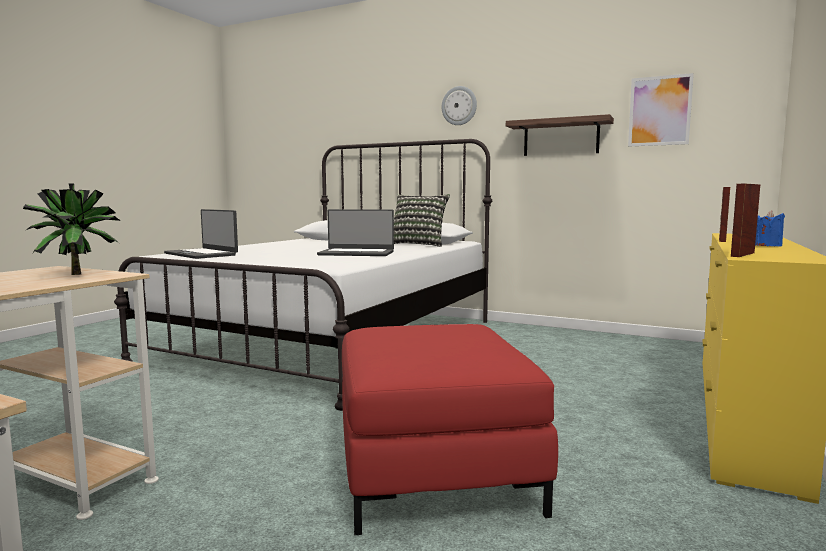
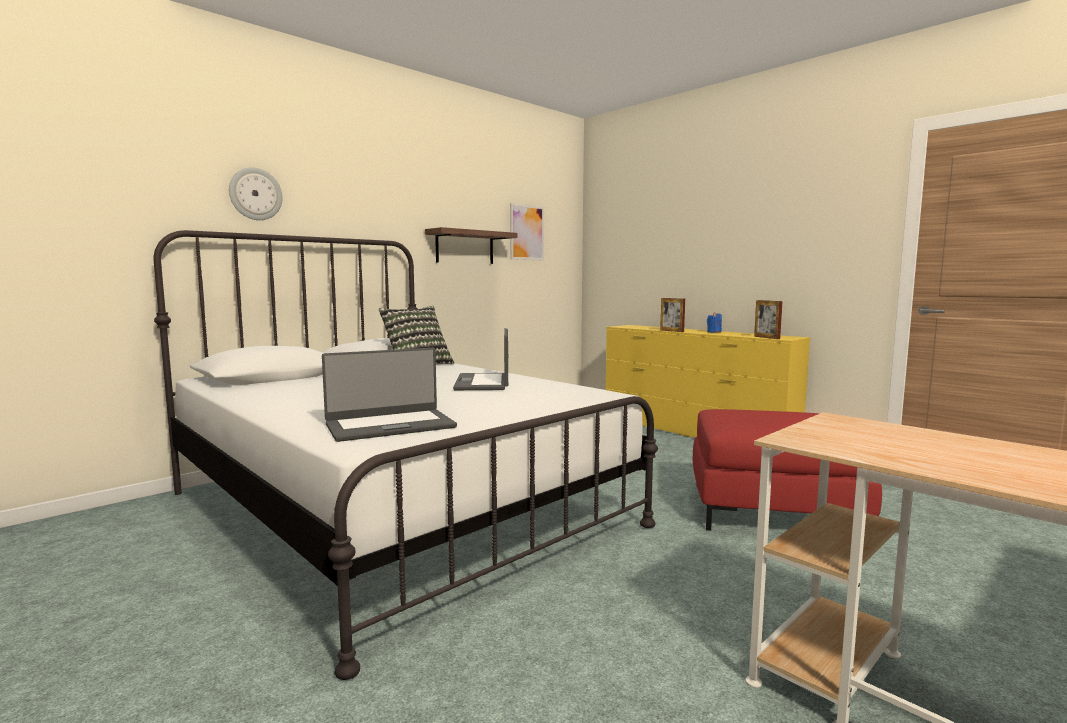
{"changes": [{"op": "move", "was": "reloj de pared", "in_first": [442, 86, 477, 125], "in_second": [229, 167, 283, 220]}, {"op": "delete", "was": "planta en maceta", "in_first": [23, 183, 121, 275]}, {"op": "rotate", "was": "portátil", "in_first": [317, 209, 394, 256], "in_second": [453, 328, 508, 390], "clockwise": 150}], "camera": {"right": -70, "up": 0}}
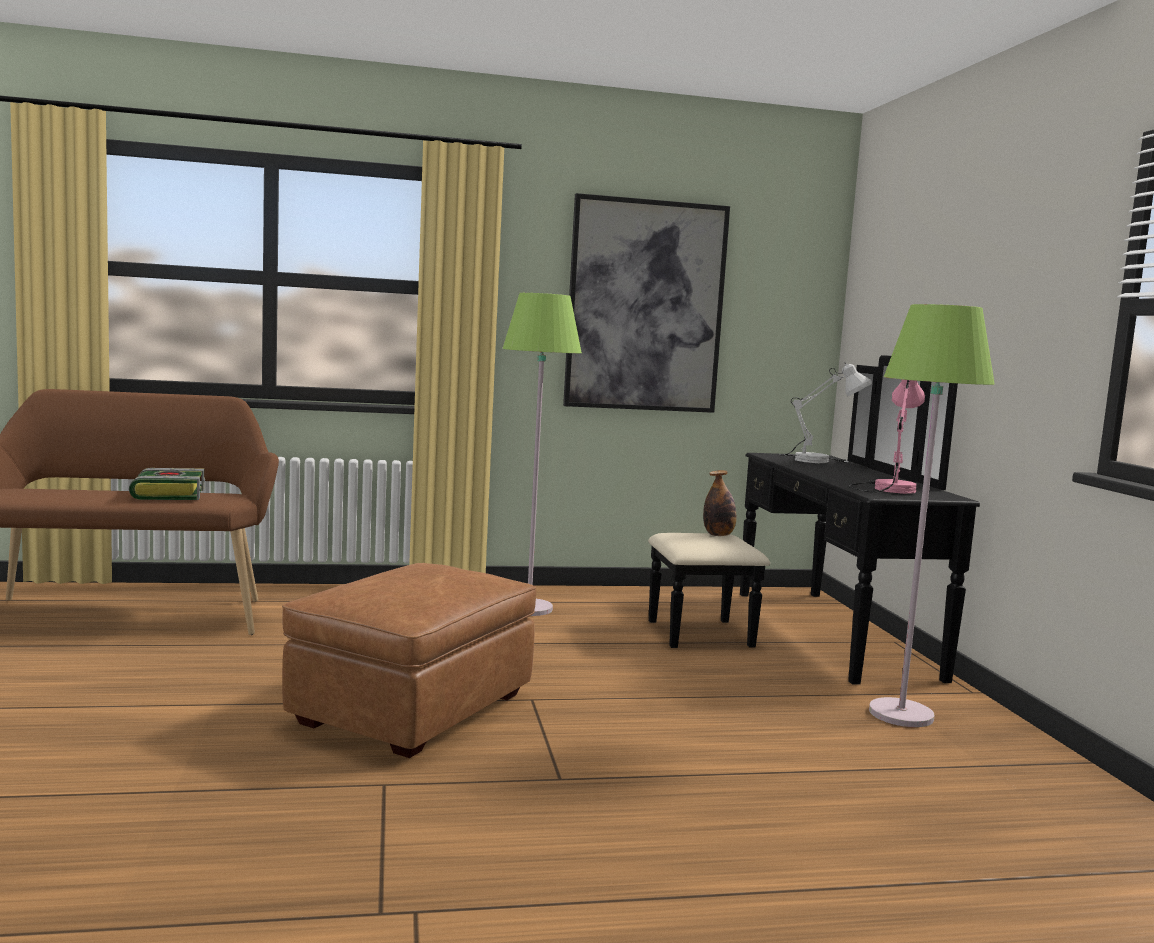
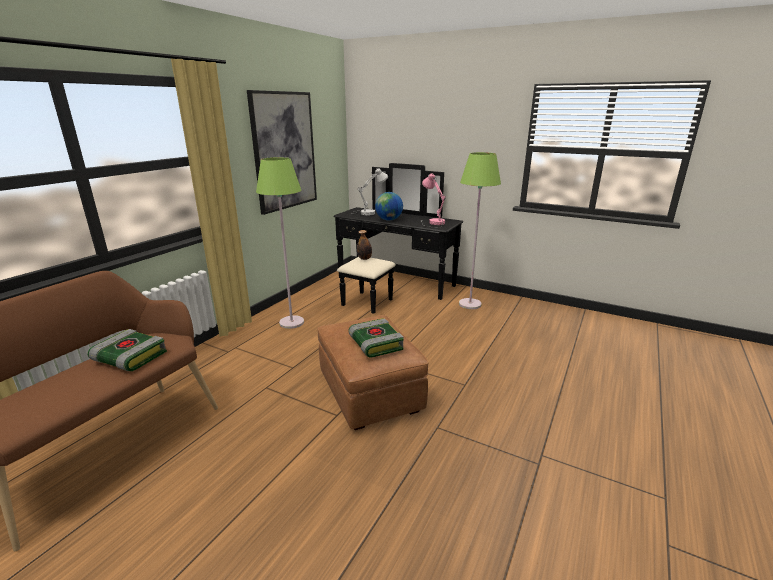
{"changes": [{"op": "insert", "now": "globo terráqueo", "in_second": [375, 192, 403, 221]}, {"op": "insert", "now": "libro", "in_second": [348, 318, 404, 358]}], "camera": {"right": -50, "up": 15}}
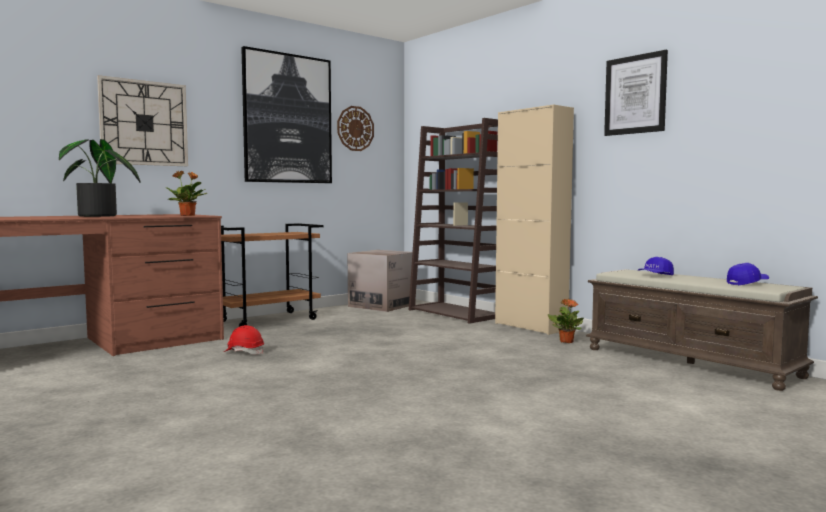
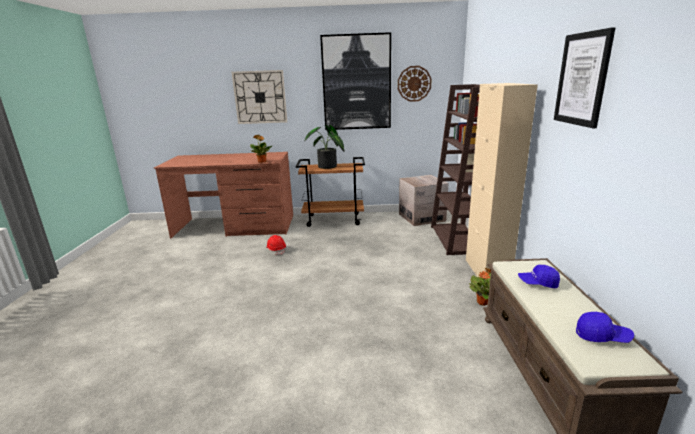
{"changes": [{"op": "move", "was": "planta en maceta", "in_first": [59, 139, 141, 217], "in_second": [305, 125, 344, 169]}], "camera": {"right": 40, "up": 15}}
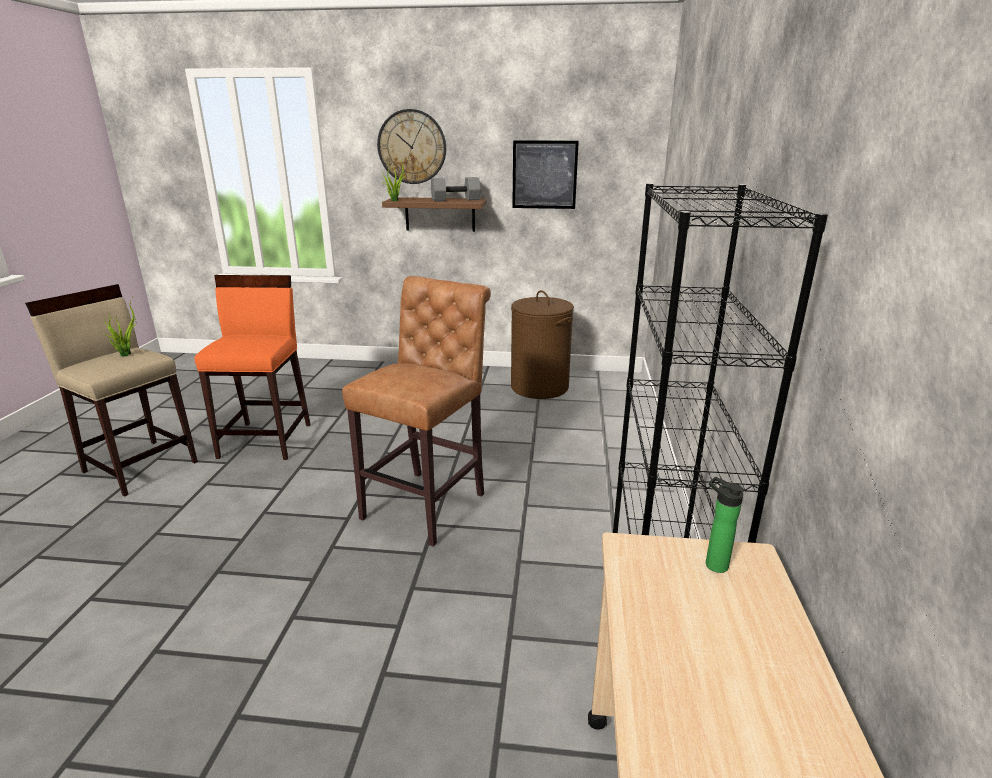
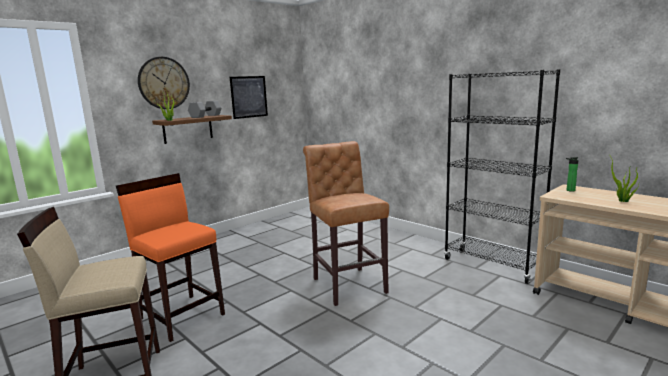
{"changes": [{"op": "delete", "was": "cesto de la ropa [marrón]", "in_first": [511, 290, 574, 399]}, {"op": "move", "was": "planta en maceta", "in_first": [104, 298, 136, 357], "in_second": [610, 156, 639, 202]}], "camera": {"right": -50, "up": -10}}
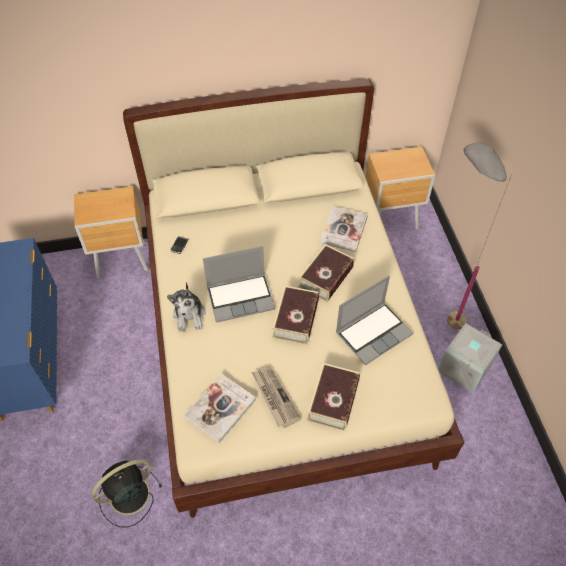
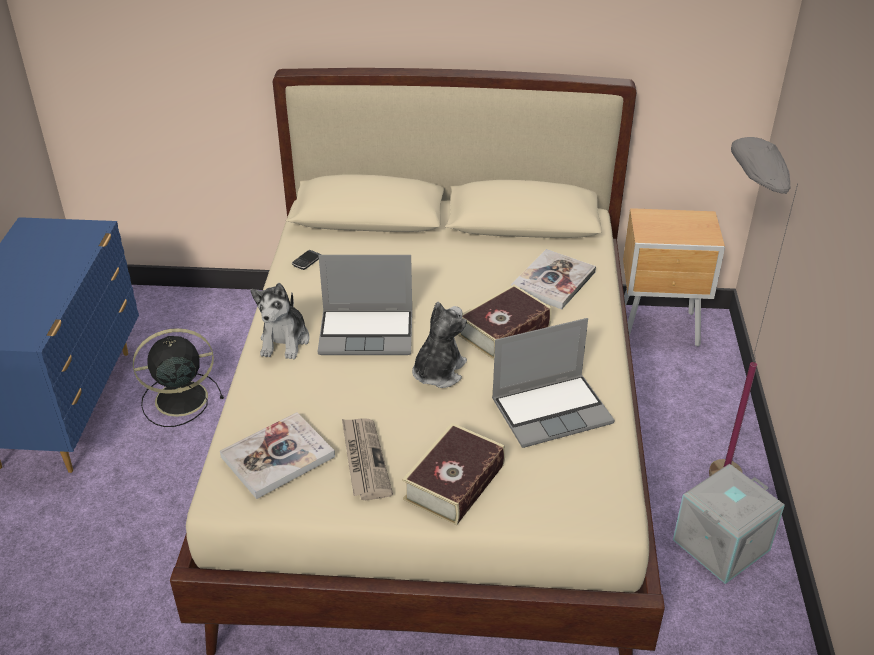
{"changes": [{"op": "delete", "was": "mesita de noche [marrón]", "in_first": [74, 186, 148, 278]}, {"op": "replace", "was": "libro", "now": "peluche", "in_first": [272, 286, 319, 344], "in_second": [412, 302, 467, 388]}, {"op": "move", "was": "ventilador [negro]", "in_first": [92, 459, 162, 528], "in_second": [133, 328, 224, 427]}], "camera": {"right": 15, "up": -15}}
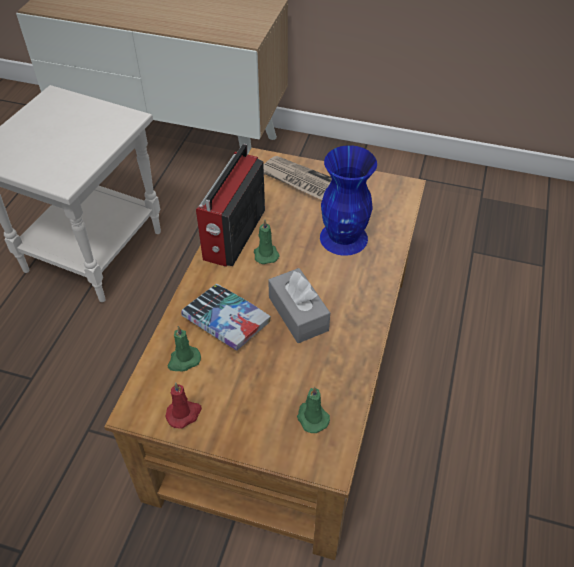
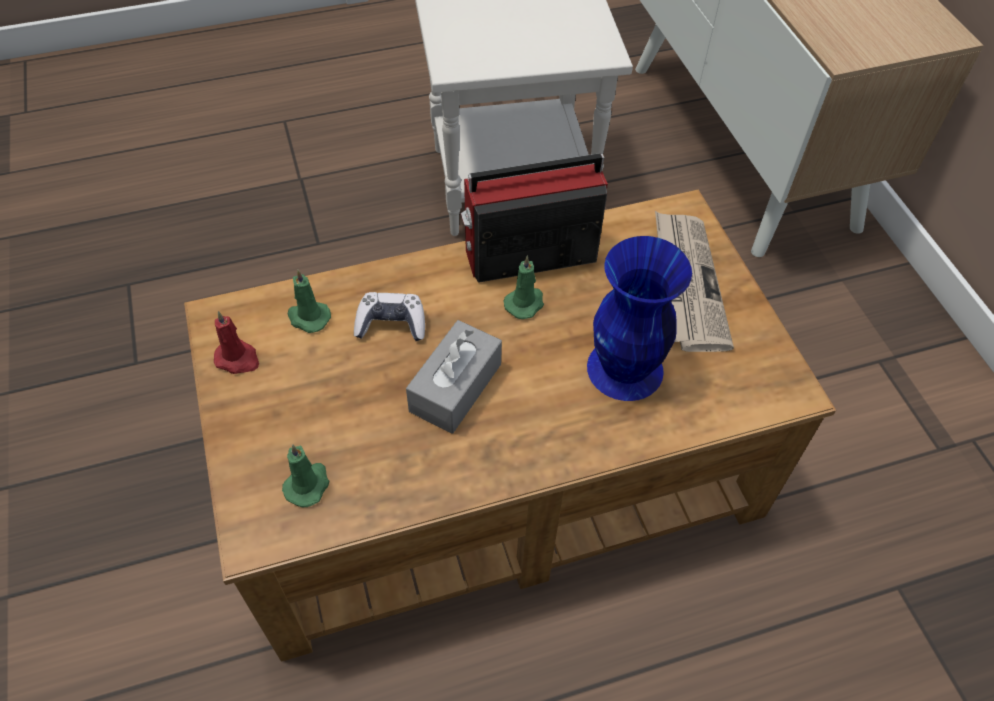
{"changes": [{"op": "replace", "was": "libro", "now": "mando de consola", "in_first": [181, 284, 271, 351], "in_second": [354, 292, 425, 341]}], "camera": {"right": 55, "up": 5}}
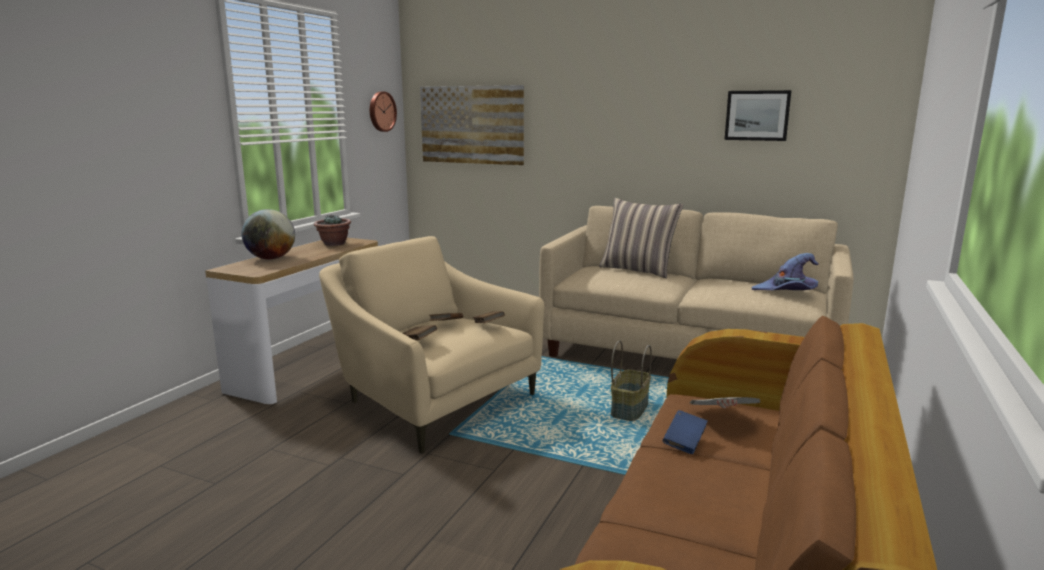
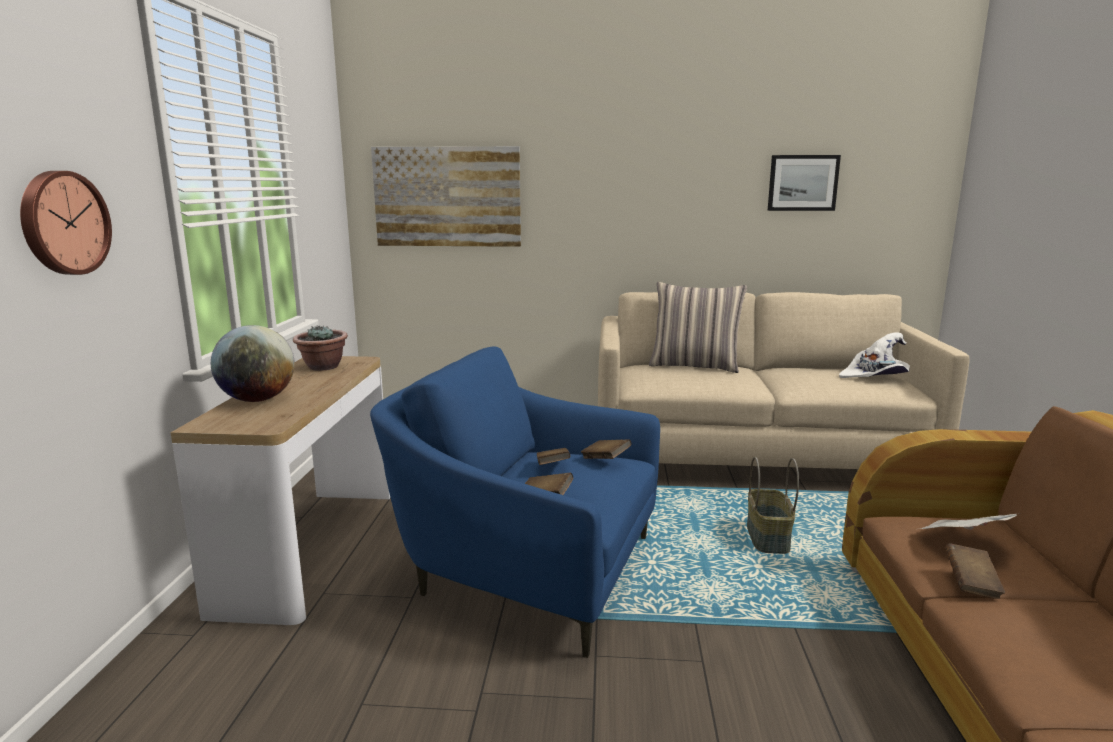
{"changes": [{"op": "move", "was": "reloj de pared", "in_first": [370, 92, 397, 132], "in_second": [20, 171, 112, 275]}, {"op": "recolor", "was": "sillón [beis]", "now": "sillón [azul]", "in_first": [319, 236, 544, 454], "in_second": [370, 346, 660, 658]}, {"op": "recolor", "was": "sombrero [morado]", "now": "sombrero [blanco]", "in_first": [752, 253, 819, 290], "in_second": [839, 332, 910, 378]}, {"op": "recolor", "was": "libro [azul]", "now": "libro [marrón]", "in_first": [663, 410, 708, 454], "in_second": [945, 543, 1005, 599]}], "camera": {"right": -20, "up": 0}}
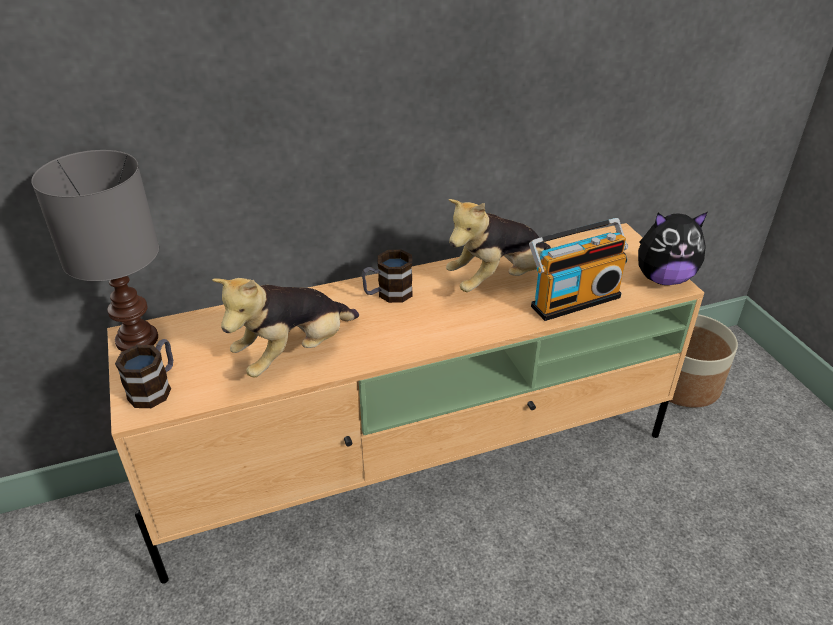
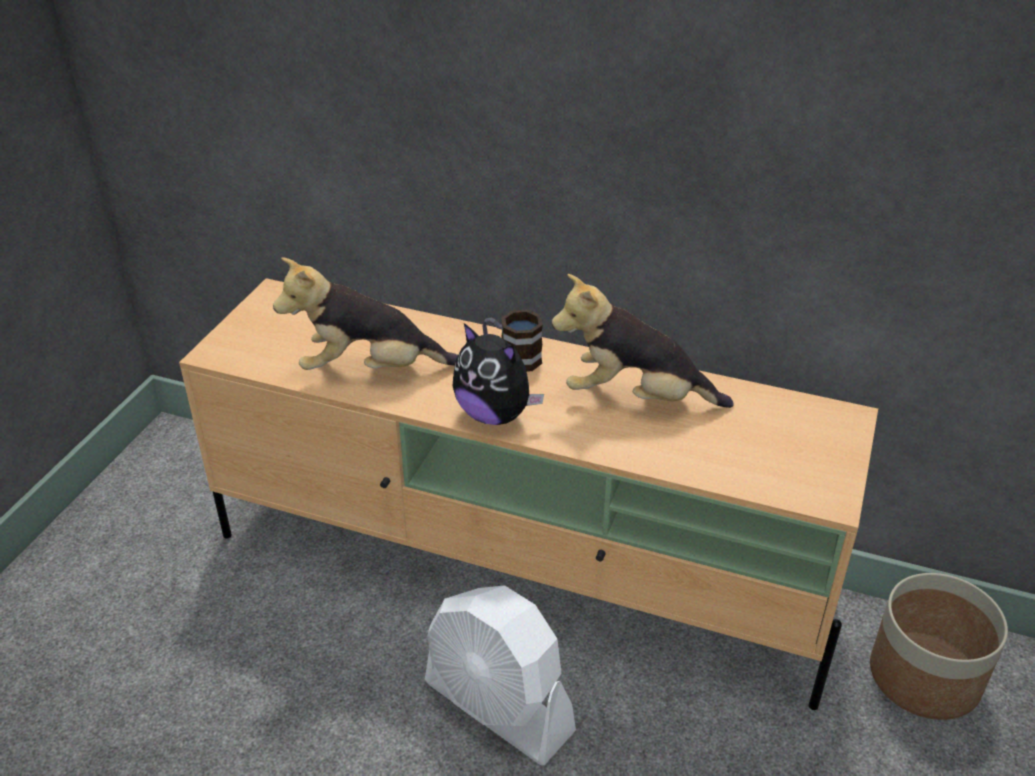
{"changes": [{"op": "delete", "was": "lámpara de mesa [gris]", "in_first": [31, 150, 159, 352]}, {"op": "move", "was": "peluche", "in_first": [638, 212, 708, 285], "in_second": [453, 323, 544, 425]}, {"op": "delete", "was": "radio", "in_first": [529, 218, 628, 321]}, {"op": "delete", "was": "taza grande", "in_first": [115, 339, 173, 408]}, {"op": "insert", "now": "ventilador [blanco]", "in_second": [425, 585, 576, 765]}], "camera": {"right": 40, "up": 0}}
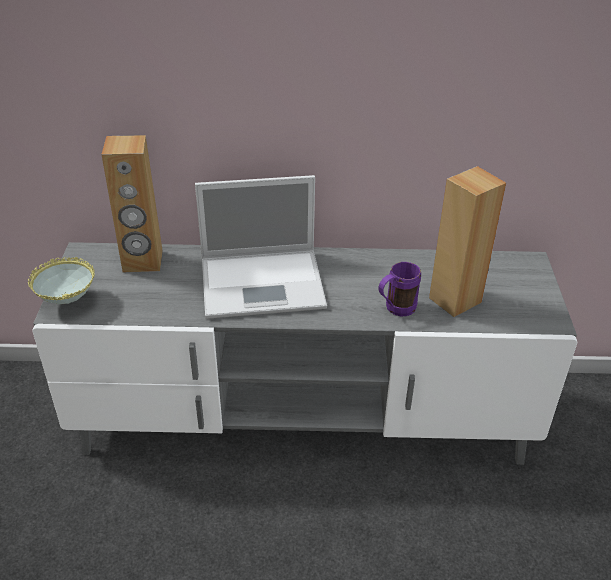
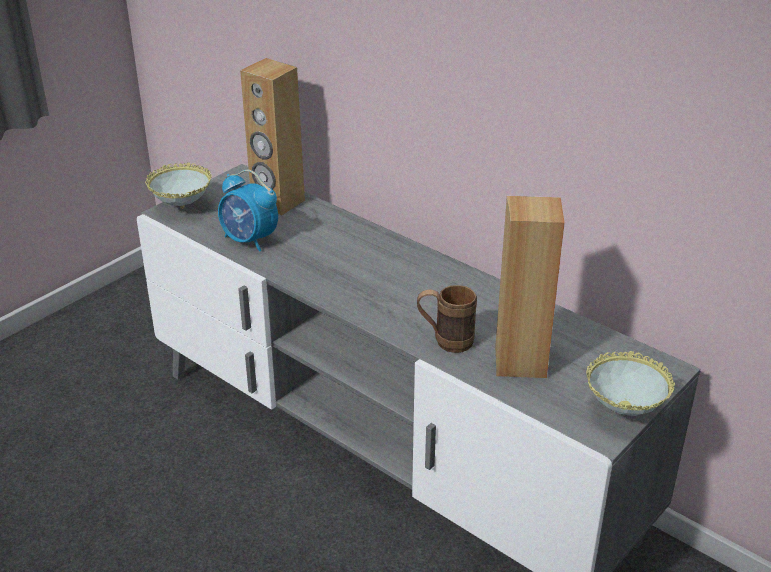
{"changes": [{"op": "delete", "was": "portátil", "in_first": [195, 175, 327, 319]}, {"op": "recolor", "was": "taza grande [morado]", "now": "taza grande [marrón]", "in_first": [379, 262, 421, 316], "in_second": [417, 285, 477, 353]}, {"op": "insert", "now": "despertador", "in_second": [218, 170, 278, 252]}, {"op": "insert", "now": "cuenco", "in_second": [586, 351, 675, 416]}], "camera": {"right": 40, "up": -5}}
